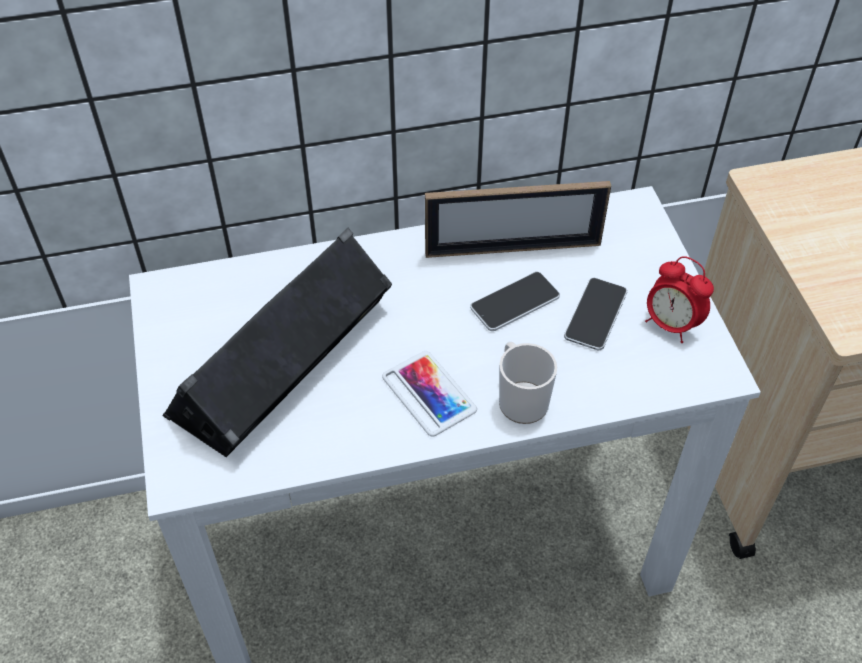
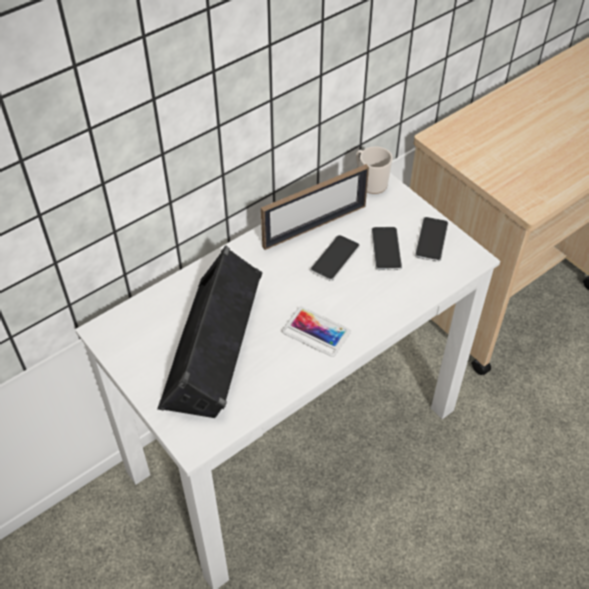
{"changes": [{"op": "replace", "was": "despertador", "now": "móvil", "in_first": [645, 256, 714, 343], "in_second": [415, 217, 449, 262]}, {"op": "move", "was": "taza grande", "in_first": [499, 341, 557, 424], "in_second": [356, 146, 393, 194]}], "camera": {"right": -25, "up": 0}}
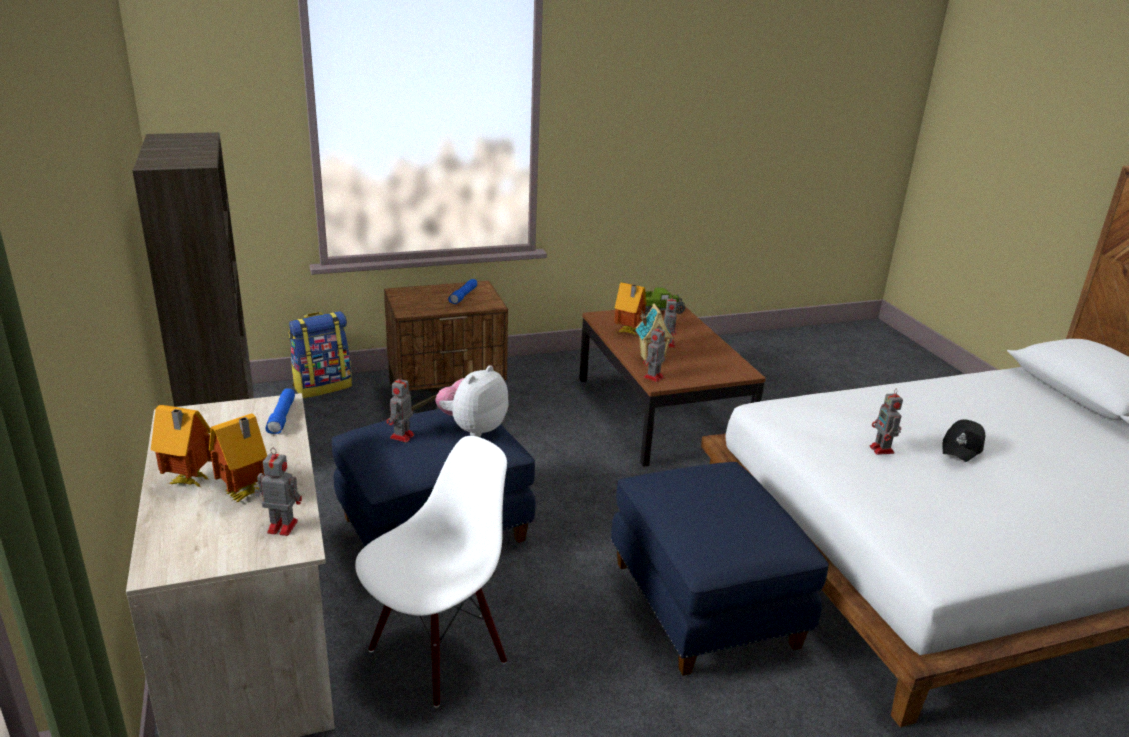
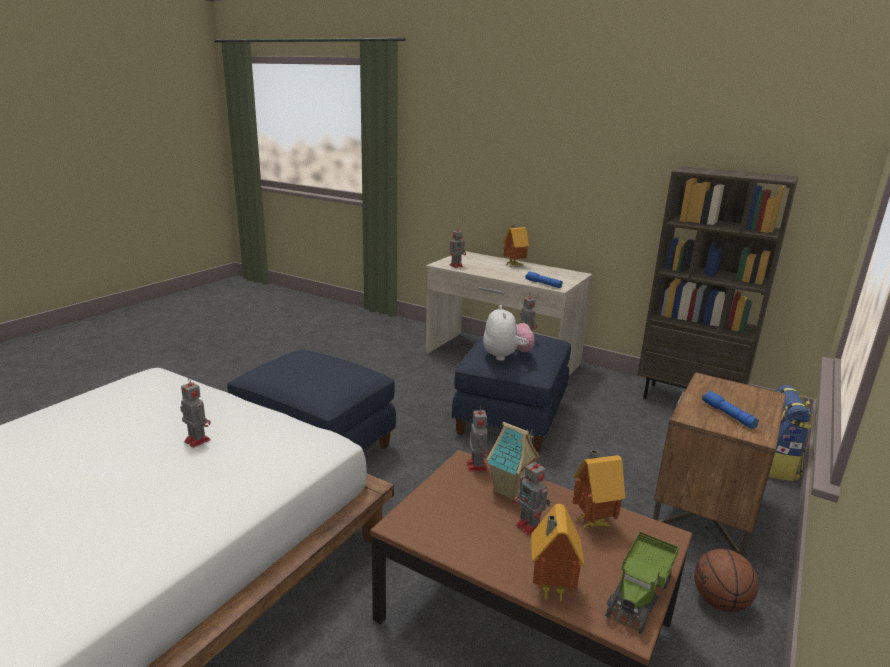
{"changes": [{"op": "move", "was": "casita", "in_first": [209, 413, 267, 503], "in_second": [531, 504, 585, 604]}, {"op": "delete", "was": "gorra [negro]", "in_first": [943, 419, 985, 462]}, {"op": "delete", "was": "silla [blanco]", "in_first": [355, 436, 507, 708]}, {"op": "insert", "now": "balón de baloncesto", "in_second": [694, 549, 758, 612]}], "camera": {"right": 140, "up": -5}}
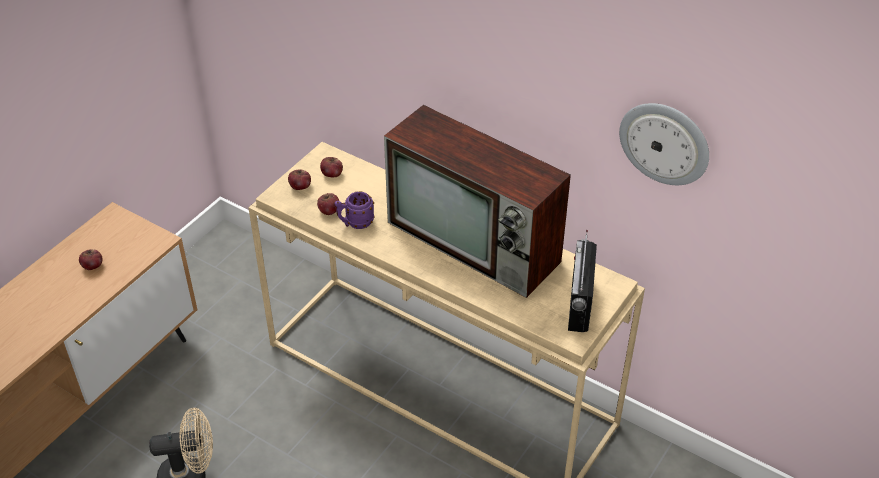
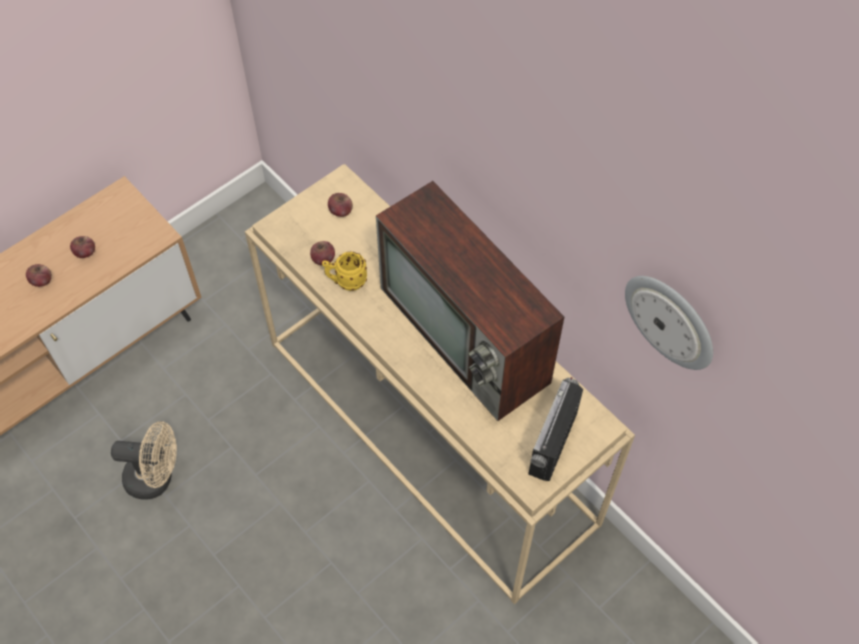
{"changes": [{"op": "move", "was": "manzana", "in_first": [288, 169, 311, 190], "in_second": [26, 264, 52, 287]}, {"op": "recolor", "was": "taza grande [morado]", "now": "taza grande [amarillo]", "in_first": [335, 191, 375, 229], "in_second": [322, 252, 367, 291]}], "camera": {"right": 15, "up": 15}}
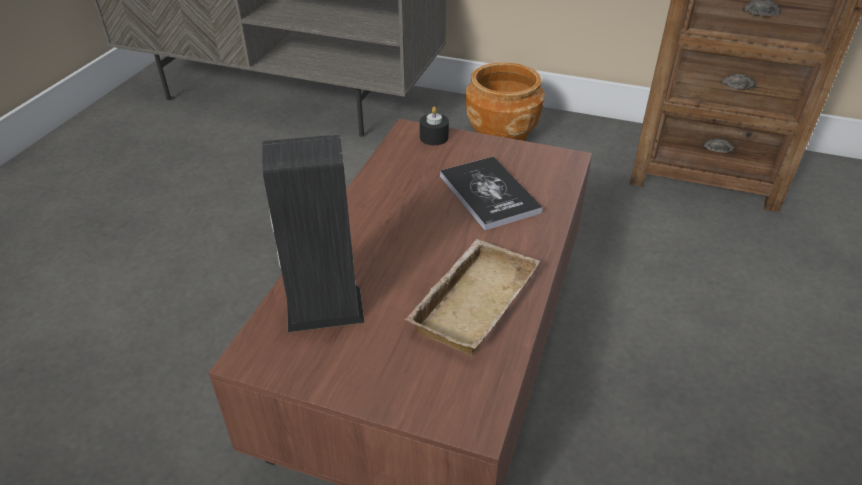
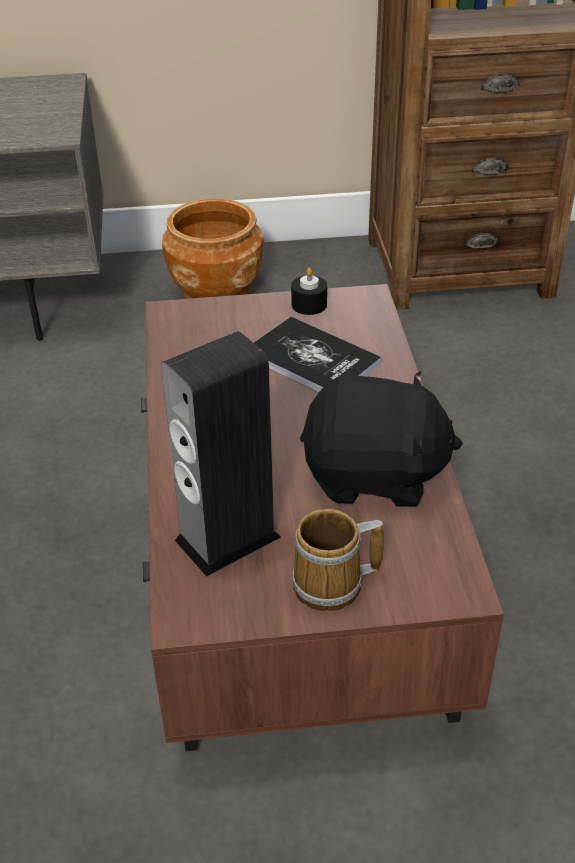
{"changes": [{"op": "move", "was": "vela [negro]", "in_first": [420, 107, 449, 145], "in_second": [291, 268, 327, 315]}, {"op": "replace", "was": "bandeja [beis]", "now": "peluche [negro]", "in_first": [405, 239, 540, 355], "in_second": [300, 371, 463, 507]}, {"op": "insert", "now": "taza grande", "in_second": [292, 509, 384, 611]}], "camera": {"right": -25, "up": 0}}
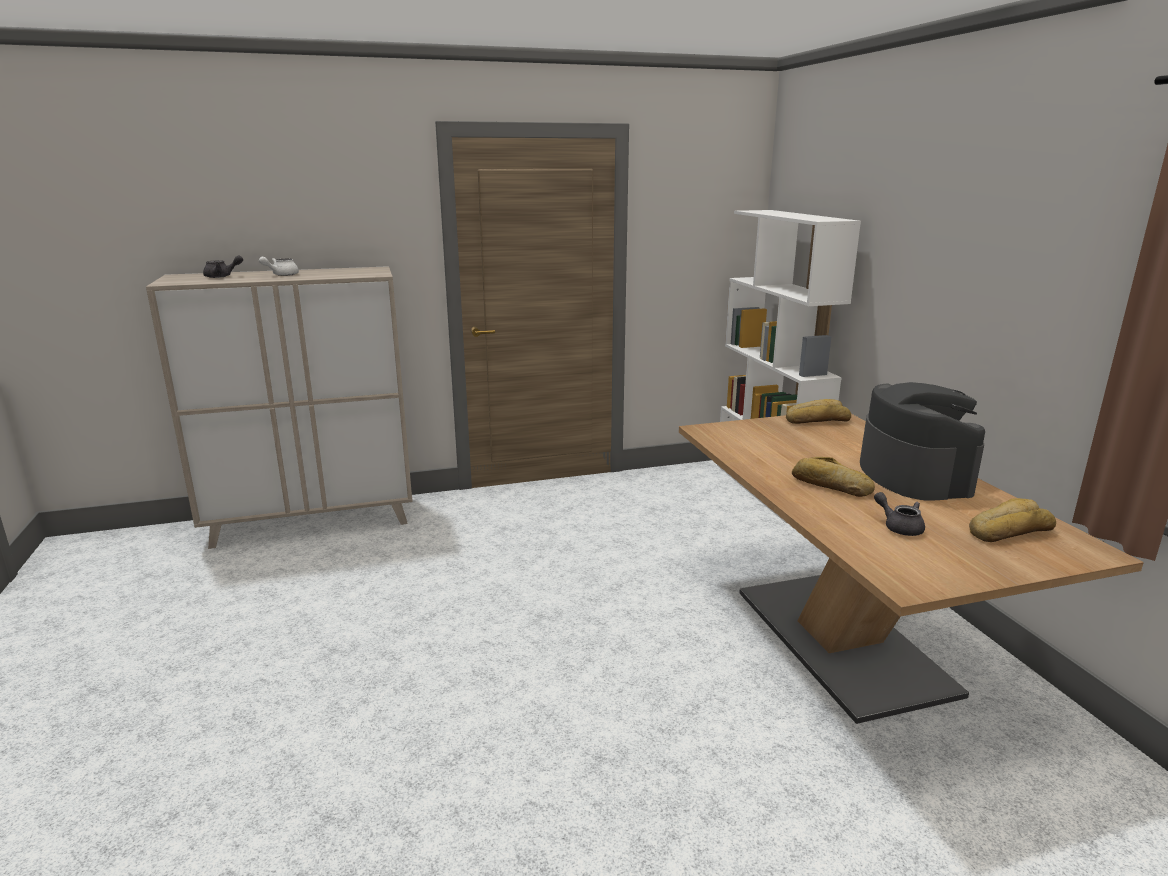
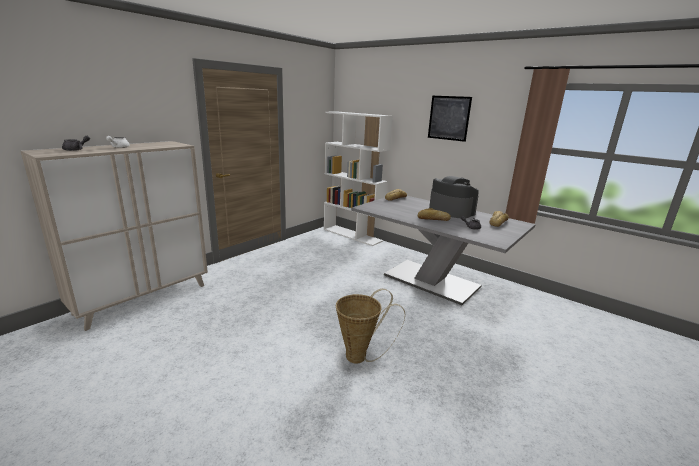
{"changes": [{"op": "recolor", "was": "mesa de comedor [marrón]", "now": "mesa de comedor [gris]", "in_first": [679, 414, 1144, 724], "in_second": [351, 196, 536, 305]}, {"op": "insert", "now": "cuadro", "in_second": [428, 96, 472, 142]}, {"op": "insert", "now": "cesta", "in_second": [336, 289, 405, 364]}], "camera": {"right": -35, "up": 0}}
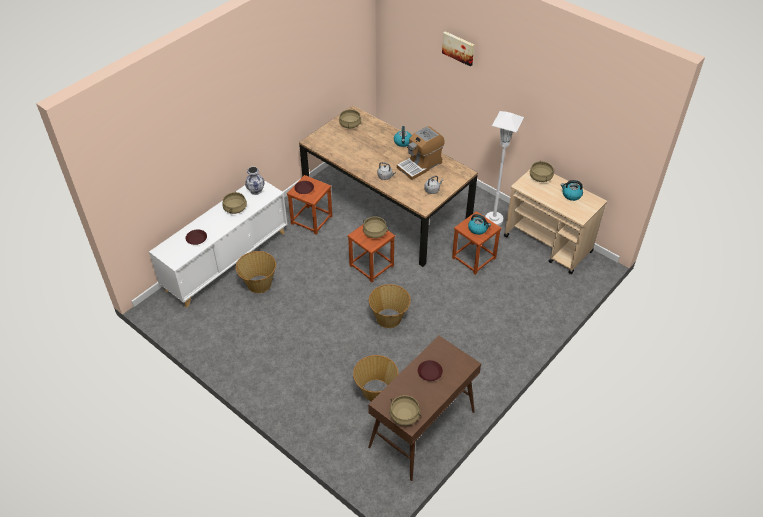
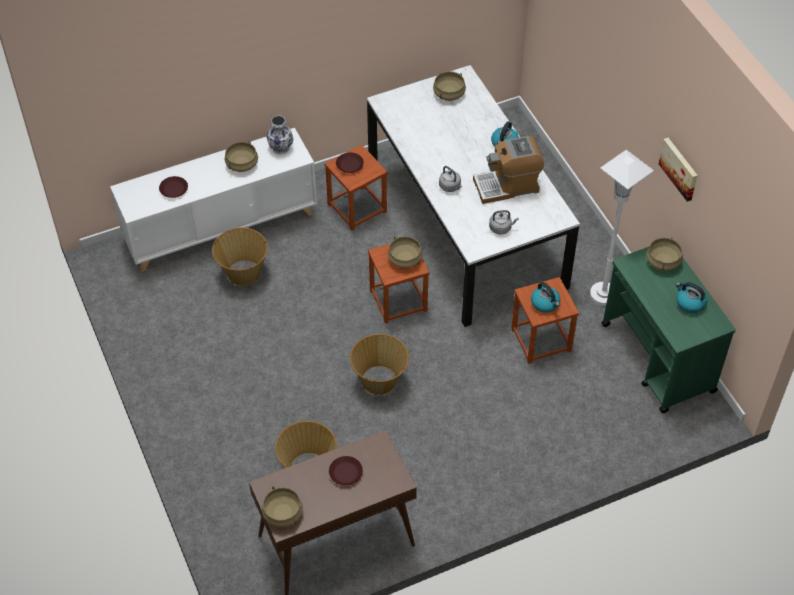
{"changes": [{"op": "move", "was": "cuadro", "in_first": [442, 31, 474, 67], "in_second": [659, 138, 698, 202]}, {"op": "recolor", "was": "mesa de comedor [marrón]", "now": "mesa de comedor [blanco]", "in_first": [299, 105, 478, 267], "in_second": [367, 65, 580, 327]}, {"op": "recolor", "was": "carrito [beis]", "now": "carrito [verde]", "in_first": [504, 170, 607, 274], "in_second": [602, 247, 736, 413]}], "camera": {"right": 25, "up": 5}}
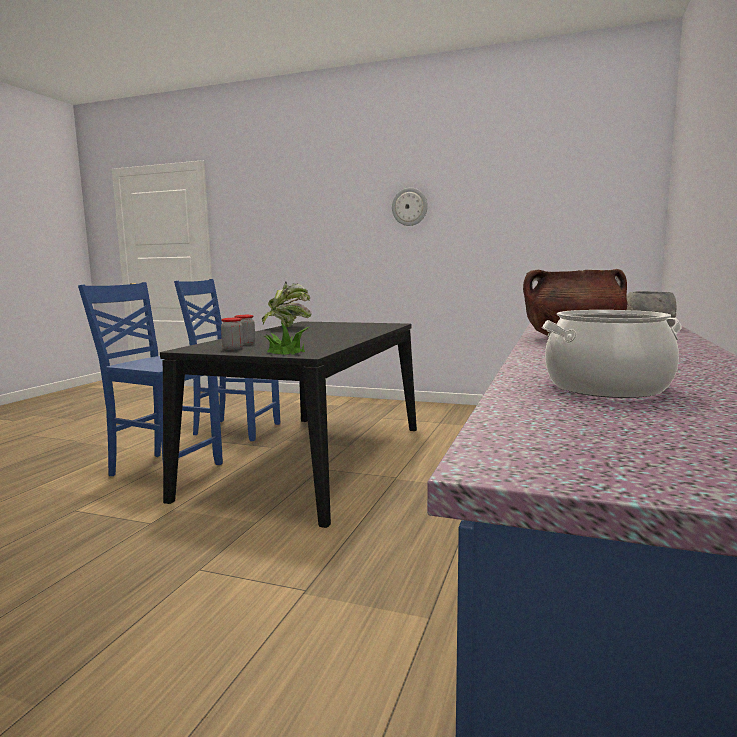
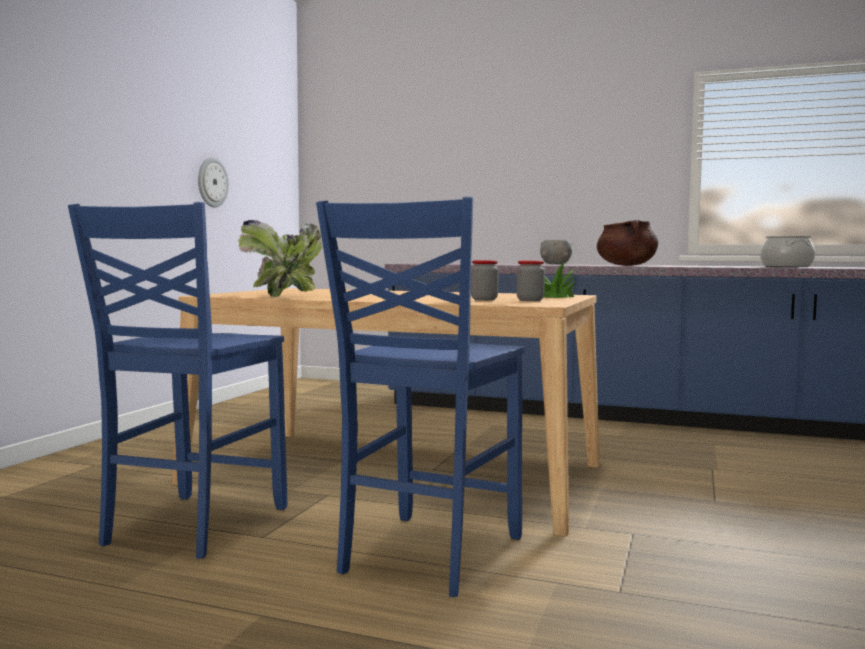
{"changes": [{"op": "move", "was": "reloj de pared", "in_first": [392, 188, 428, 226], "in_second": [198, 157, 229, 208]}, {"op": "recolor", "was": "mesa de comedor [negro]", "now": "mesa de comedor [beis]", "in_first": [160, 322, 417, 528], "in_second": [172, 288, 600, 536]}], "camera": {"right": -90, "up": -5}}
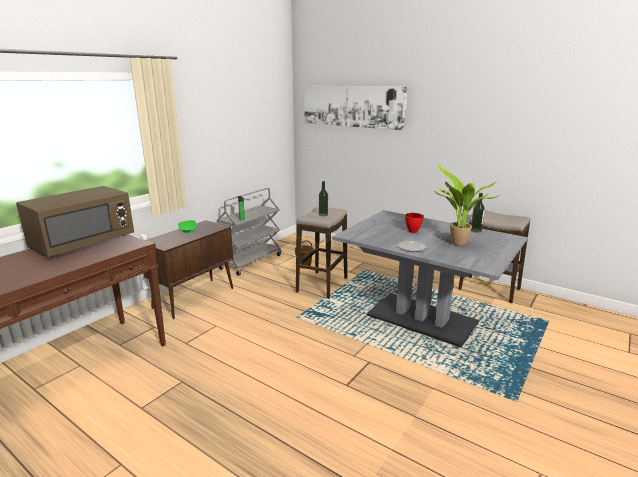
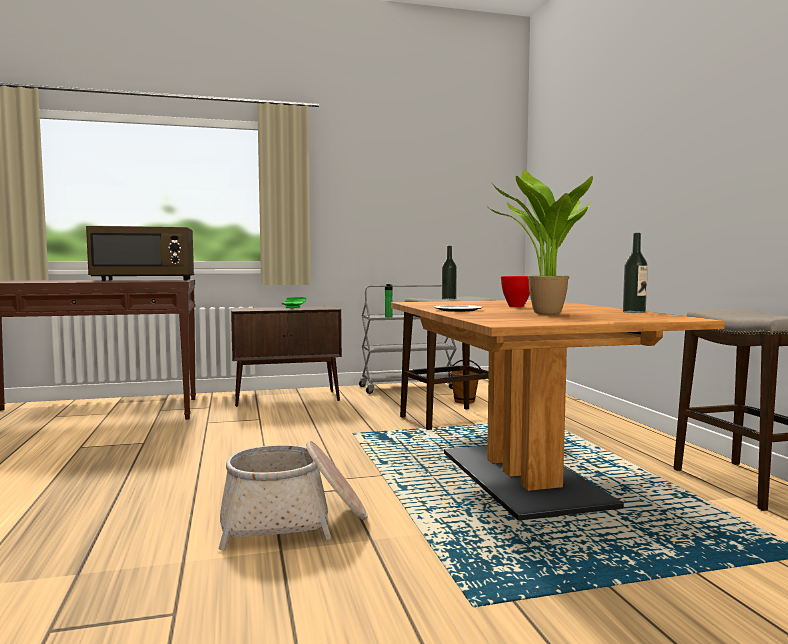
{"changes": [{"op": "delete", "was": "cuadro", "in_first": [304, 85, 407, 130]}, {"op": "recolor", "was": "mesa de comedor [gris]", "now": "mesa de comedor [marrón]", "in_first": [332, 210, 528, 347], "in_second": [391, 300, 725, 521]}, {"op": "insert", "now": "cesta", "in_second": [219, 441, 368, 550]}], "camera": {"right": 40, "up": -15}}
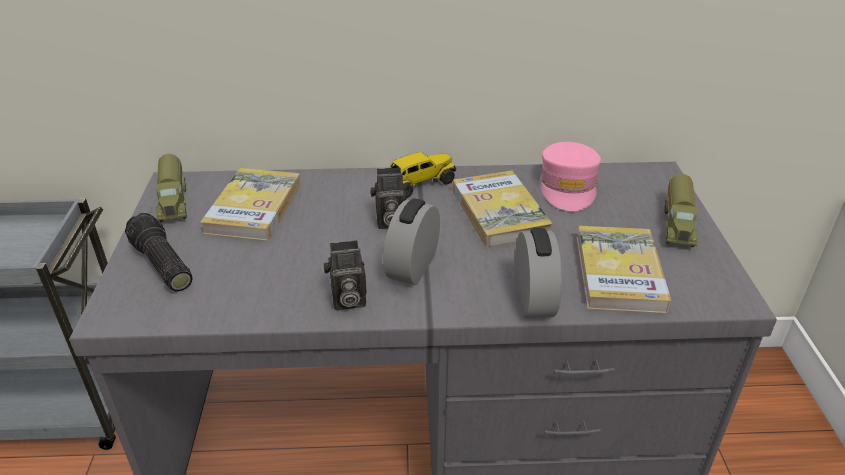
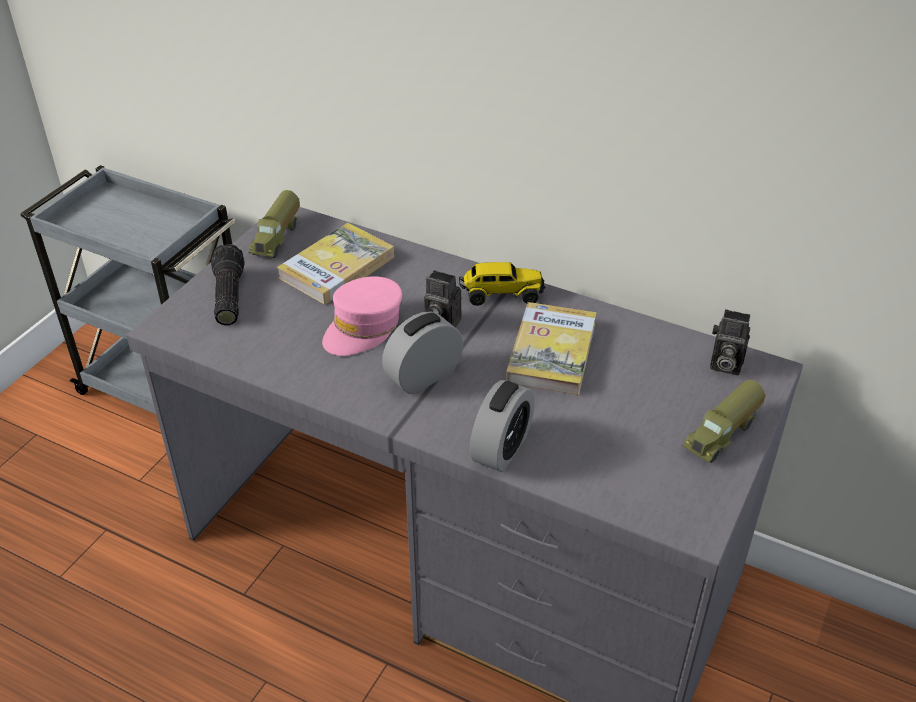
{"changes": [{"op": "move", "was": "gorra [rosa]", "in_first": [541, 142, 601, 211], "in_second": [322, 276, 402, 356]}, {"op": "delete", "was": "libro", "in_first": [577, 226, 671, 314]}, {"op": "move", "was": "cámara", "in_first": [324, 240, 367, 310], "in_second": [710, 309, 750, 375]}], "camera": {"right": 30, "up": 5}}
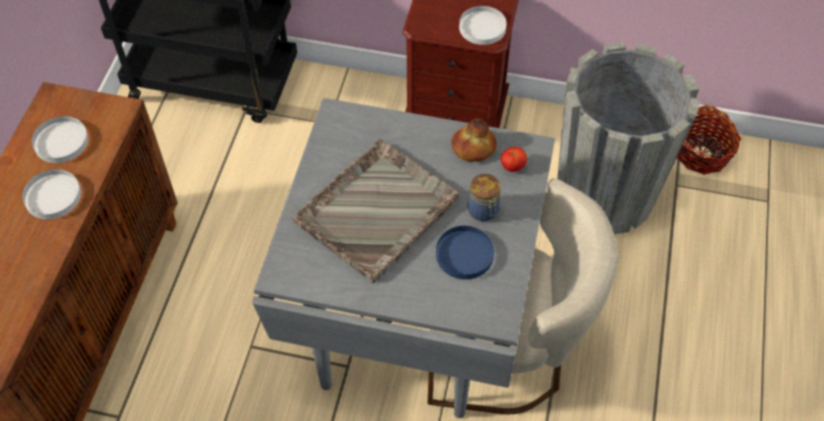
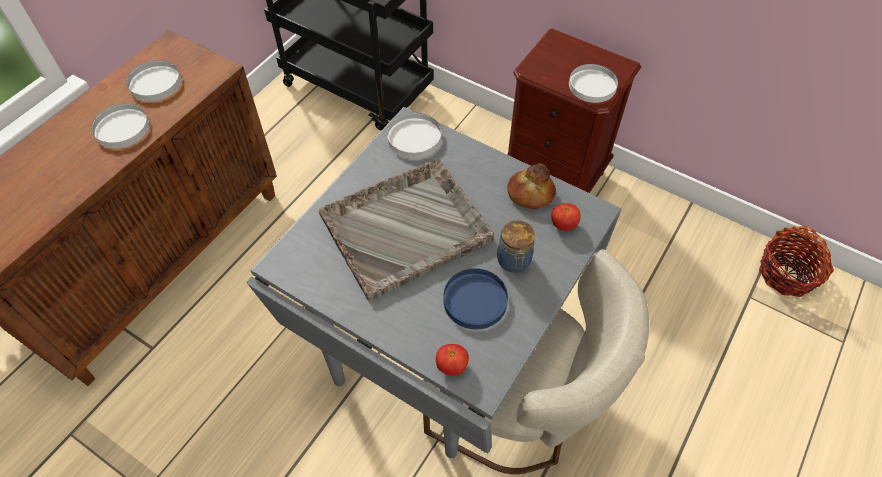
{"changes": [{"op": "delete", "was": "maceta [gris]", "in_first": [557, 42, 700, 234]}, {"op": "insert", "now": "plato [blanco]", "in_second": [387, 112, 441, 158]}, {"op": "insert", "now": "tomate", "in_second": [436, 344, 469, 375]}], "camera": {"right": 20, "up": 0}}
